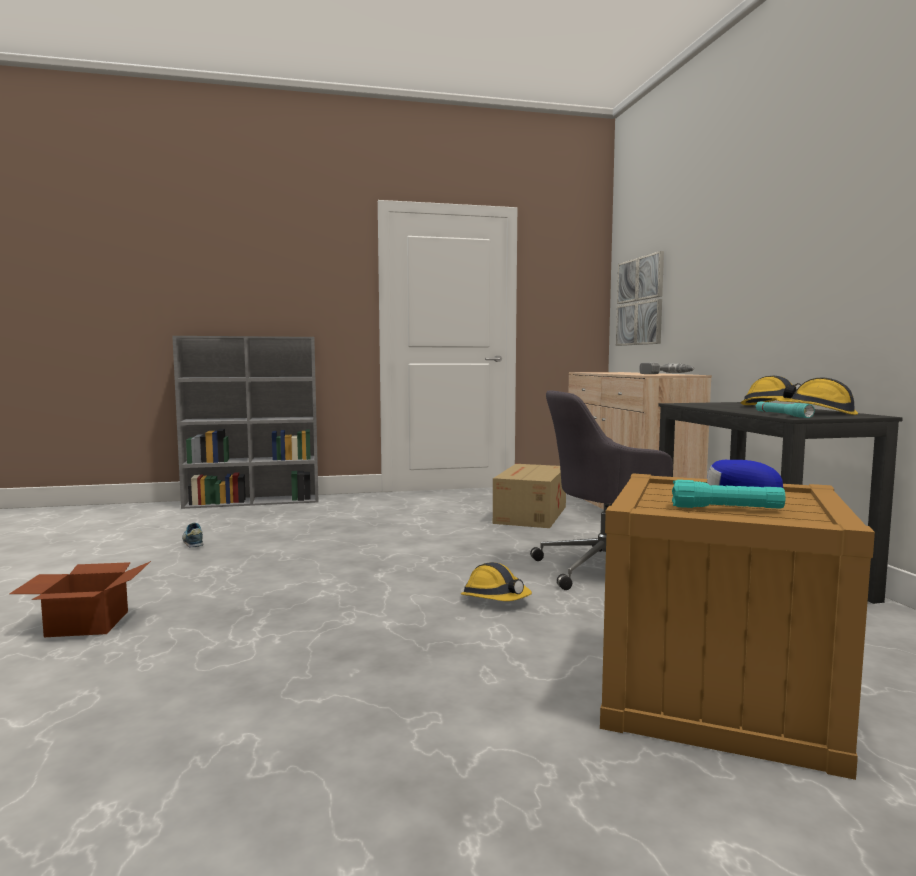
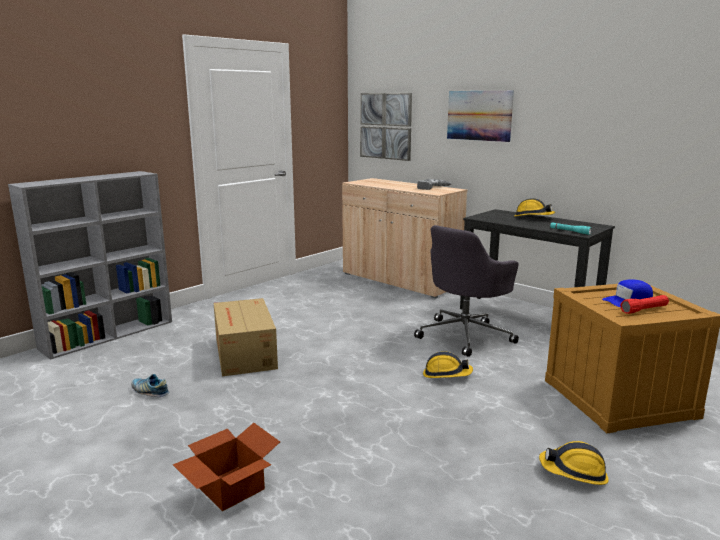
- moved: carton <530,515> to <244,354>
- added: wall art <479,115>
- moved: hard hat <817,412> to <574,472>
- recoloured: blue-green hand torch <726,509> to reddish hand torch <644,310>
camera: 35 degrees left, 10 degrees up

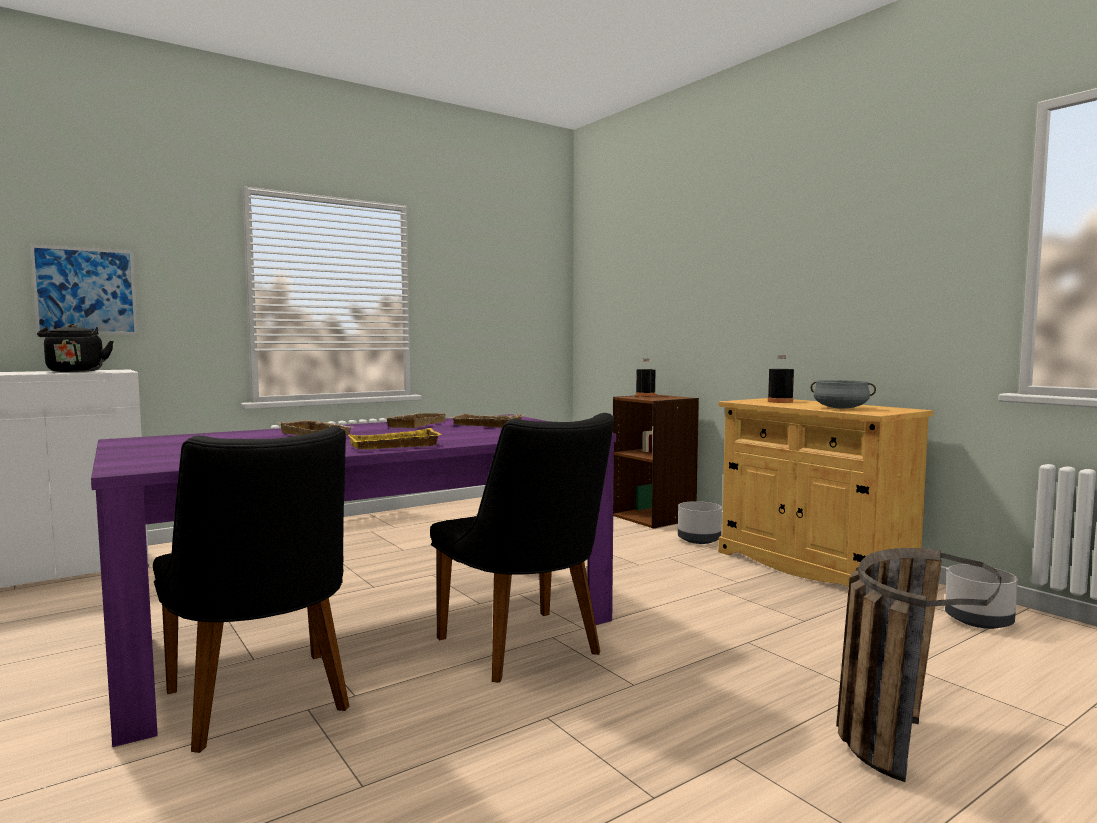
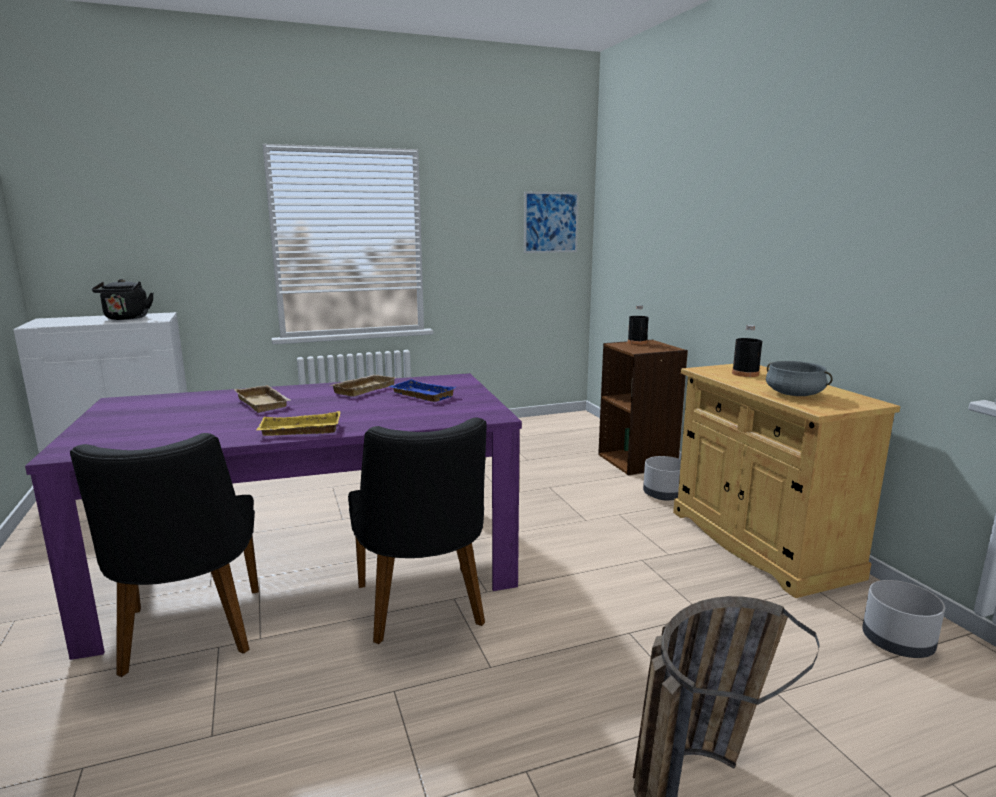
- recoloured: beige carrying tray <485,425> to blue carrying tray <420,395>
- moved: wall art <85,291> to <550,222>
camera: 15 degrees right, 10 degrees up

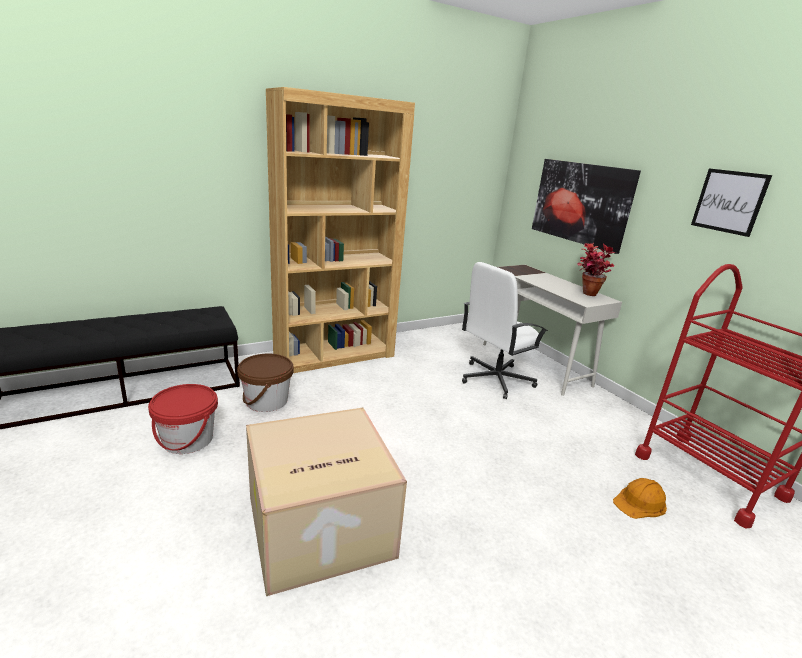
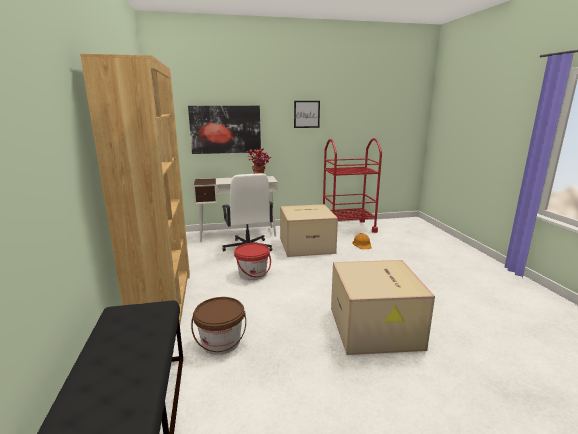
- moved: reddish water bucket <188,440> to <252,274>
- added: carton <307,245>
camera: 70 degrees left, 5 degrees down

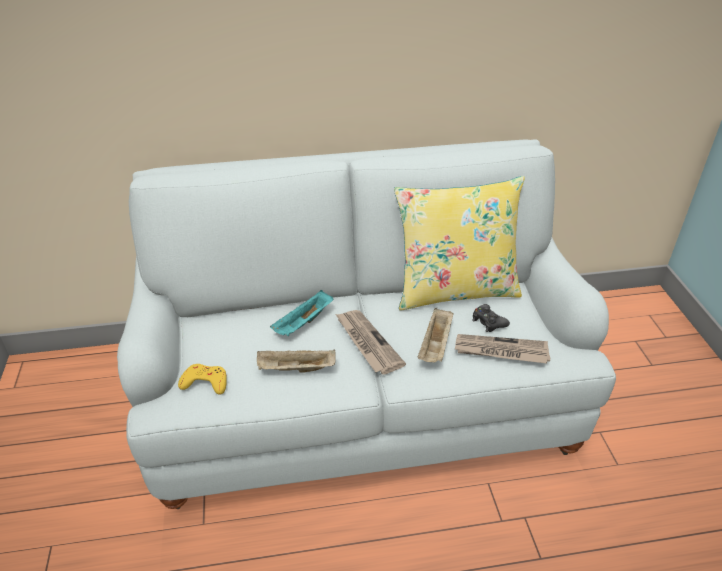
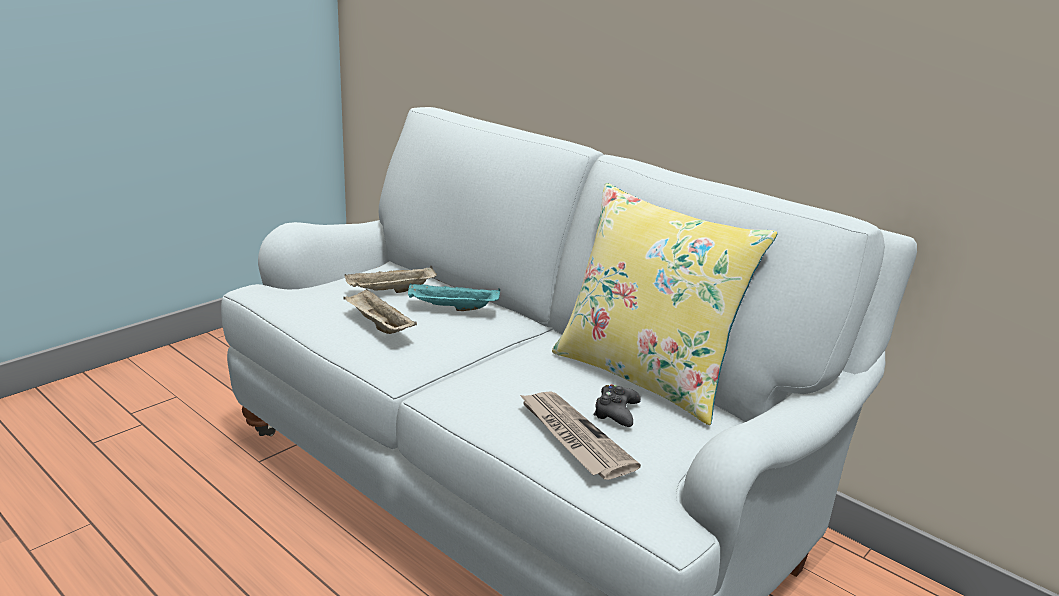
- moved: beige carrying tray <435,345> to <390,292>
- removed: yellow-coloured joypad <205,382>
- removed: newspaper <367,343>
camera: 50 degrees right, 15 degrees down

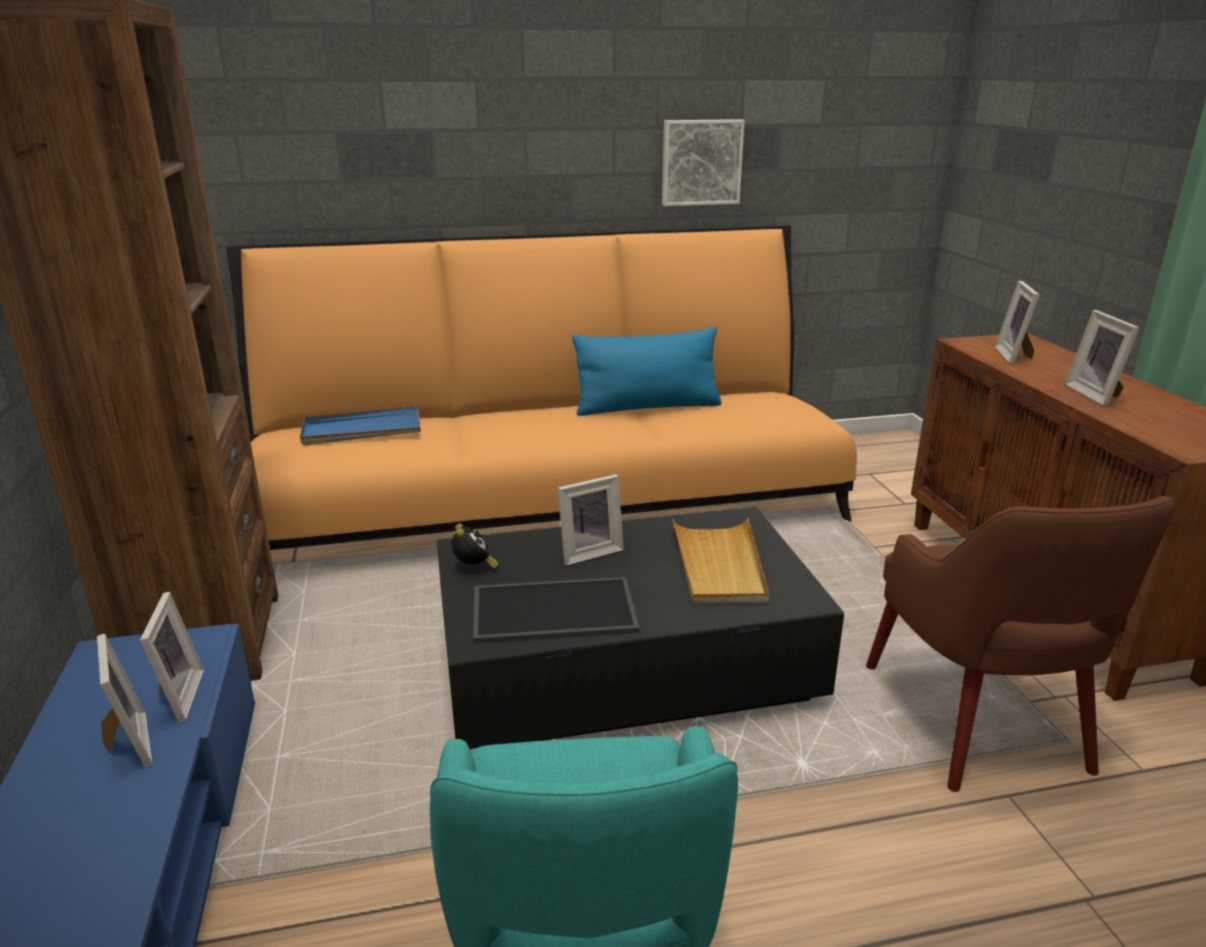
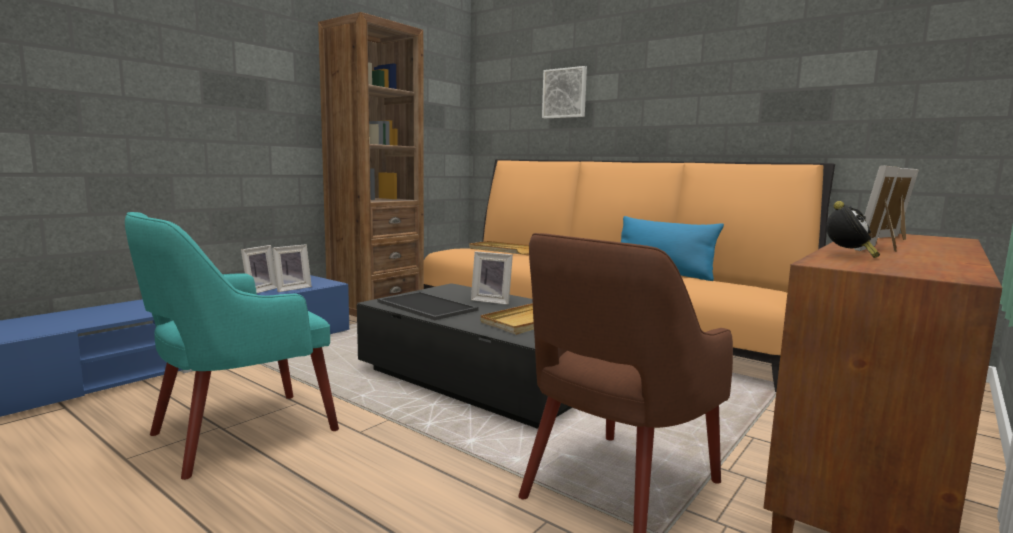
- recoloured: blue carrying tray <362,430> to beige carrying tray <502,250>
- moved: wall art <701,162> to <565,93>
- moved: table clock <474,568> to <848,255>
camera: 50 degrees right, 15 degrees down

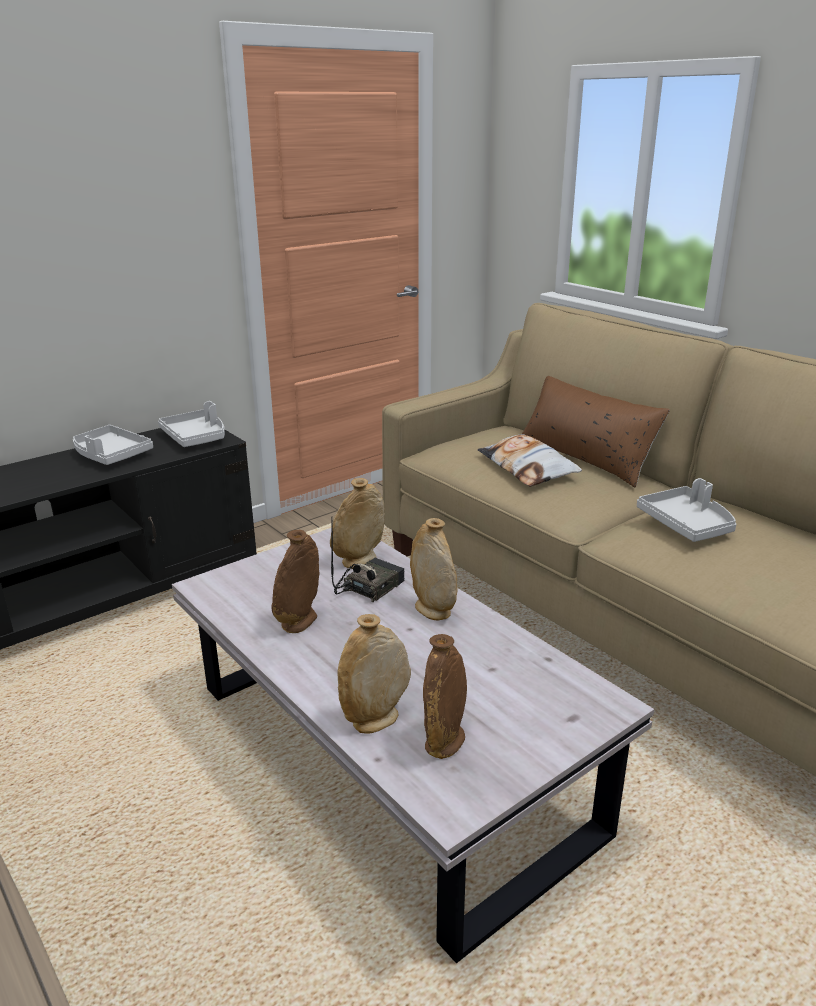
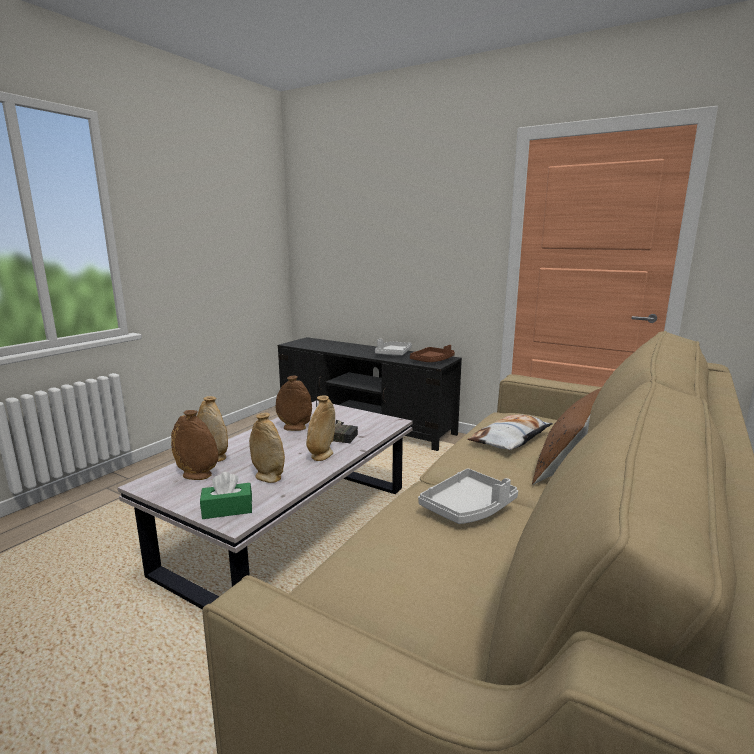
- added: green-coloured tissue holder <227,509>
- moved: beige decorative vase <359,561> to <268,477>
- recoloured: grey carrying tray <196,437> to brown carrying tray <432,361>
camera: 70 degrees right, 10 degrees down

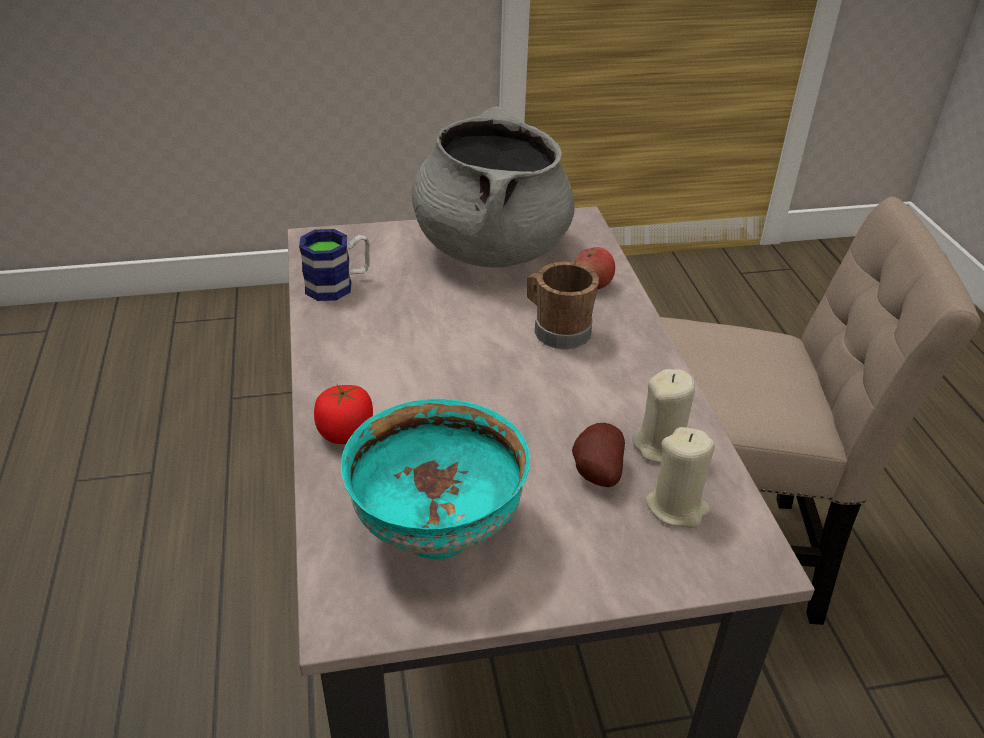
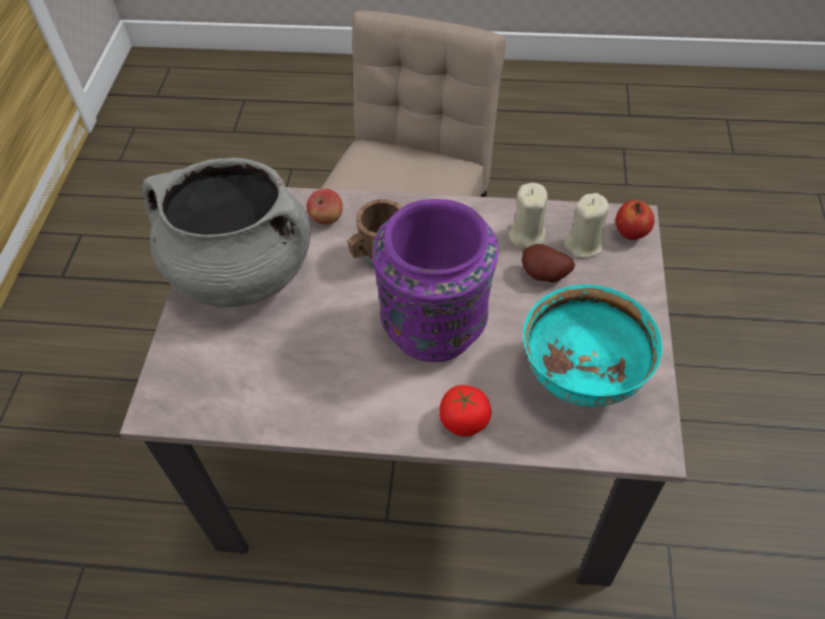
- added: purple decorative vase <436,326>
- added: whole apple <631,233>
- removed: coffee mug <338,285>
camera: 70 degrees left, 15 degrees up

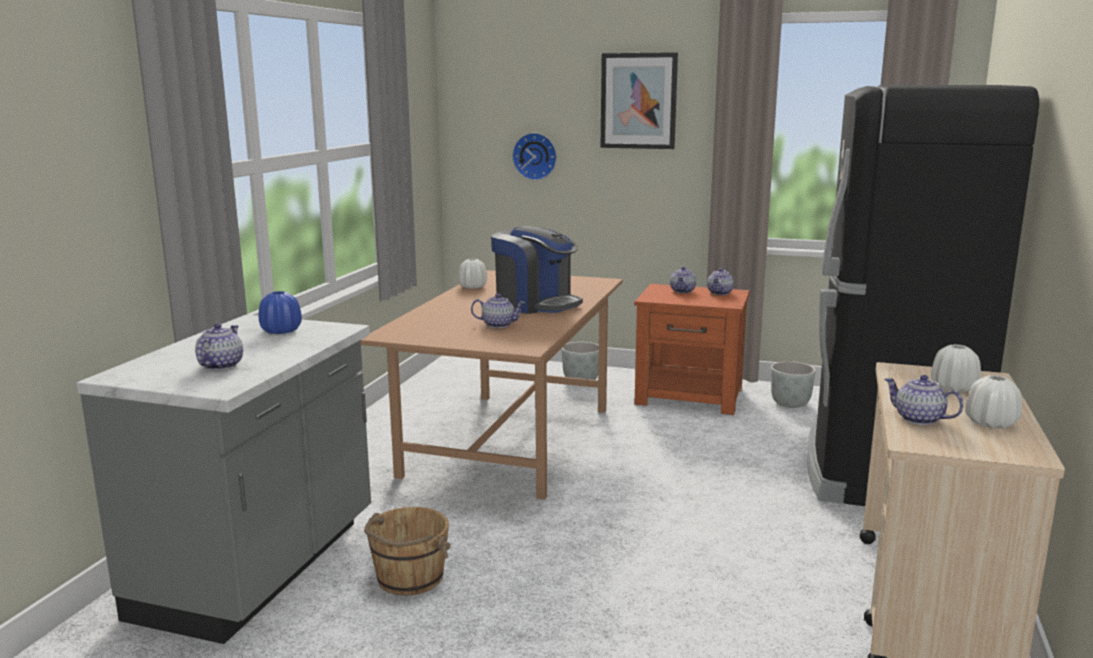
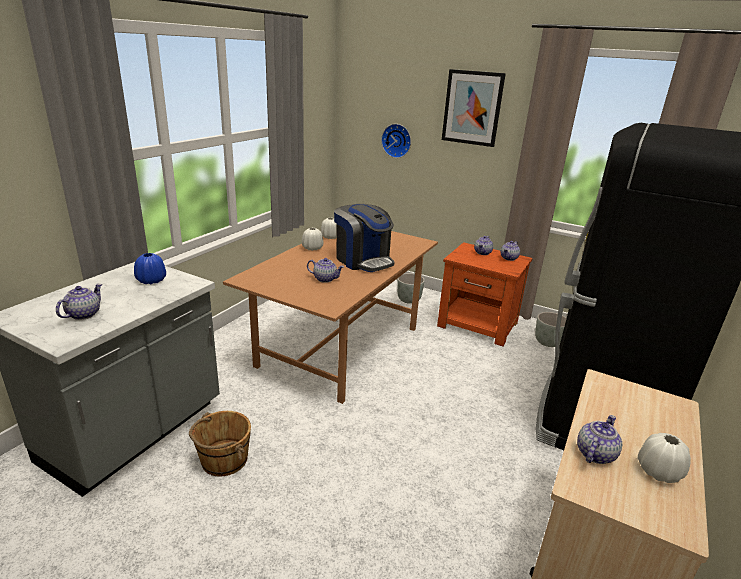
- moved: white decorative vase <953,388> to <312,248>
- turned: pot for tea <918,419> = <594,453> 75 degrees clockwise
camera: 10 degrees right, 10 degrees up

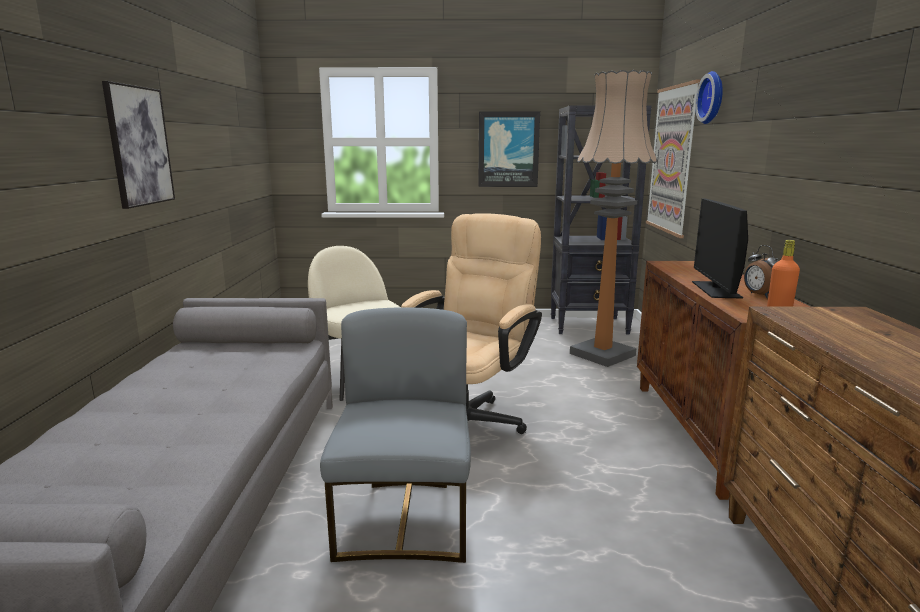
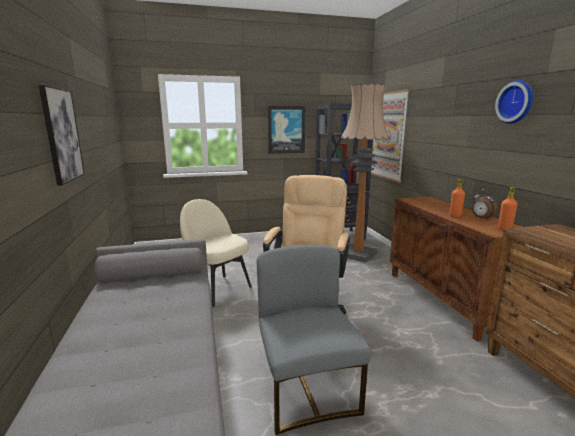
- replaced: monitor <716,289> to orangey drink bottle <455,216>
- moved: clock on the wall <713,97> to <516,102>
camera: 15 degrees left, 0 degrees up

